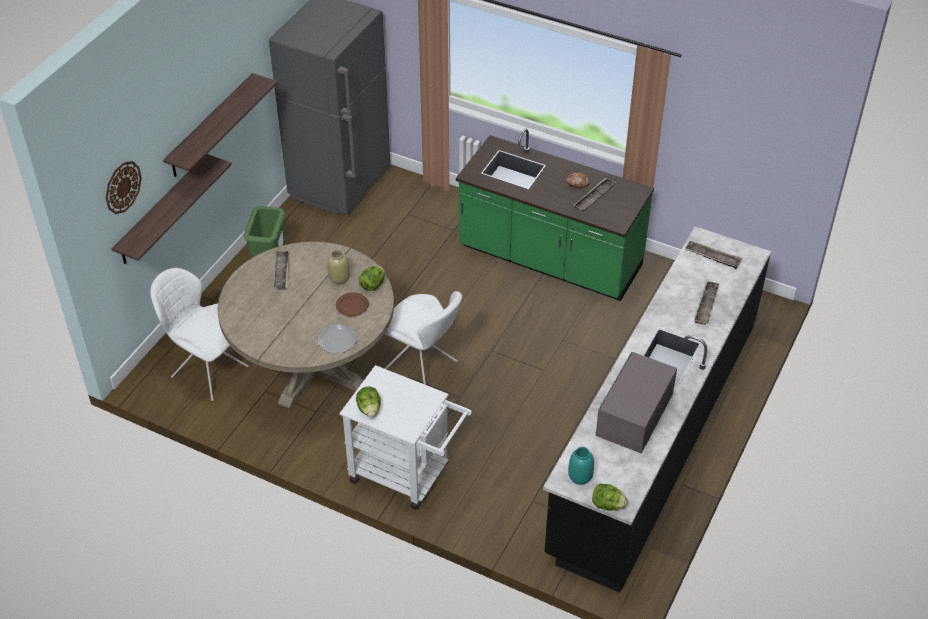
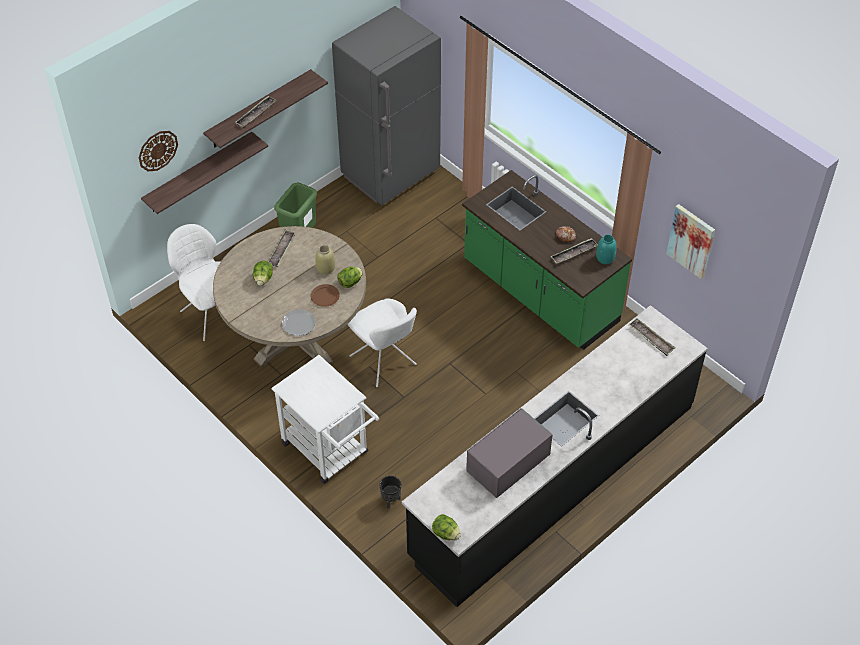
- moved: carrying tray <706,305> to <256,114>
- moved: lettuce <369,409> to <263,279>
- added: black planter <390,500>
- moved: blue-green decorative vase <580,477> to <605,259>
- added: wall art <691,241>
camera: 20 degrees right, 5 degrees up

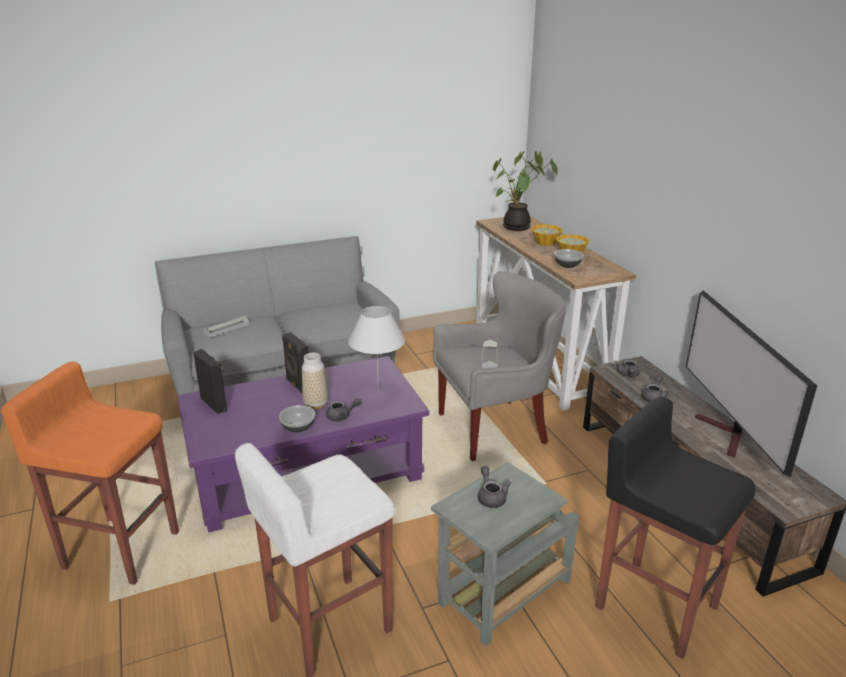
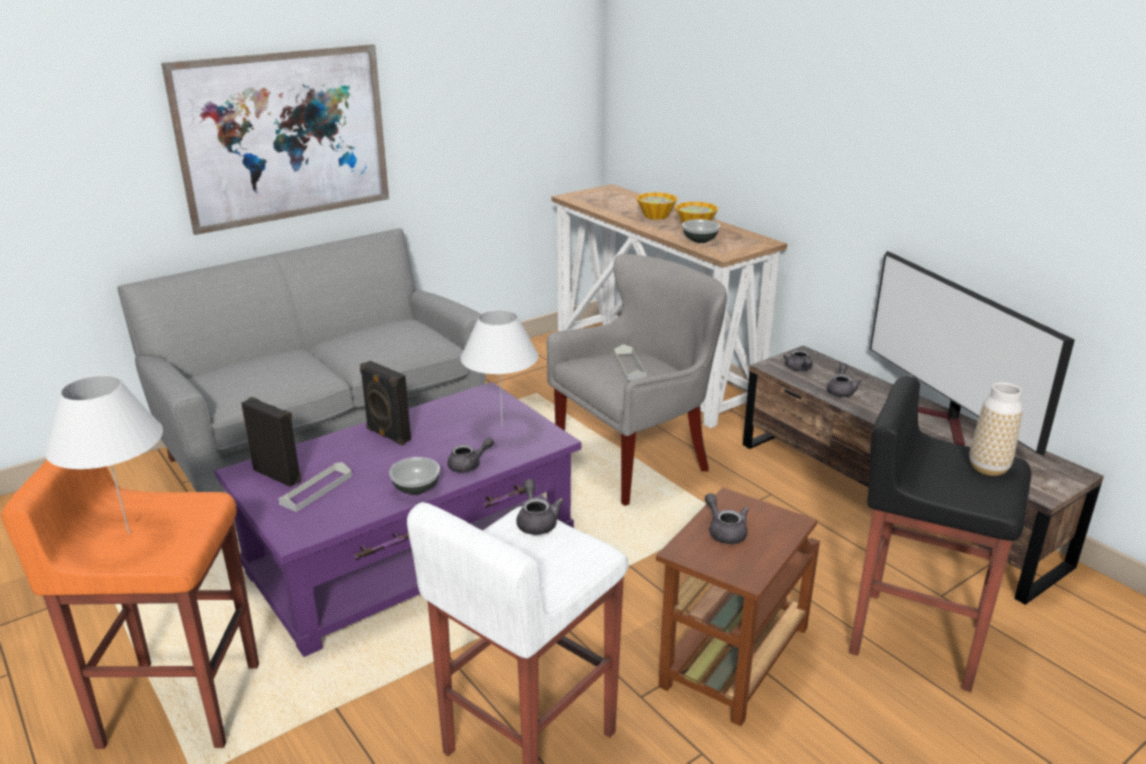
- added: white lamp for a table <129,532>
- added: wall art <285,137>
- moved: grey carrying tray <226,328> to <316,490>
- added: grey pot for tea <536,521>
- recoloured: grey accent table <502,594> to brown accent table <733,660>
- moved: decorative vase <316,405> to <988,468>
- removed: potted plant <517,228>
camera: 15 degrees left, 0 degrees up

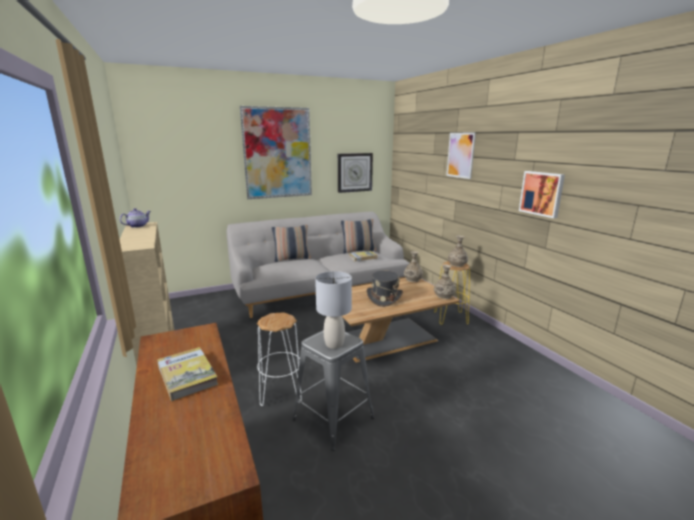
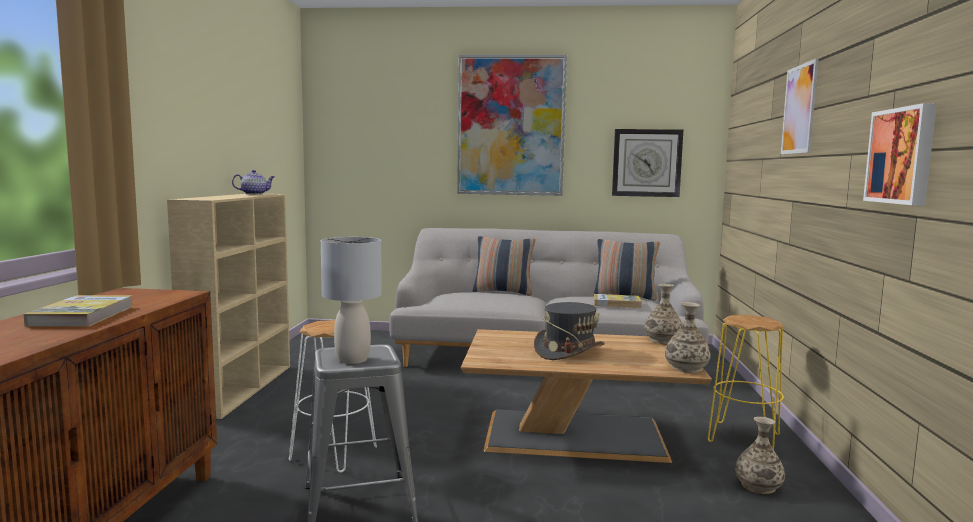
- moved: decorative vase <457,264> to <758,486>
camera: 30 degrees right, 10 degrees down

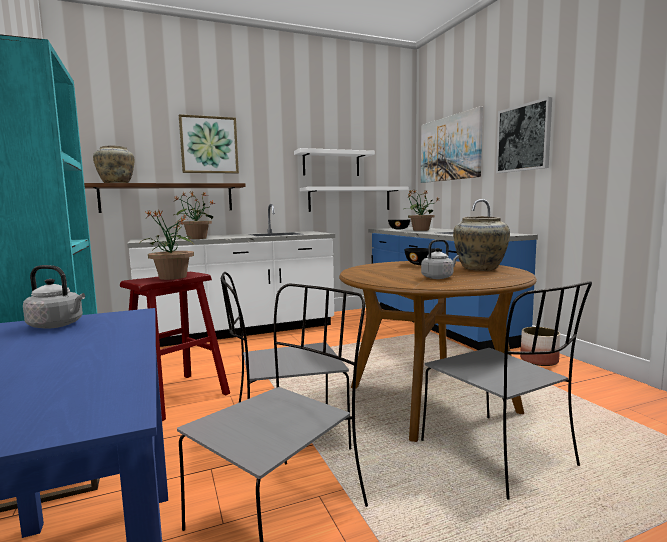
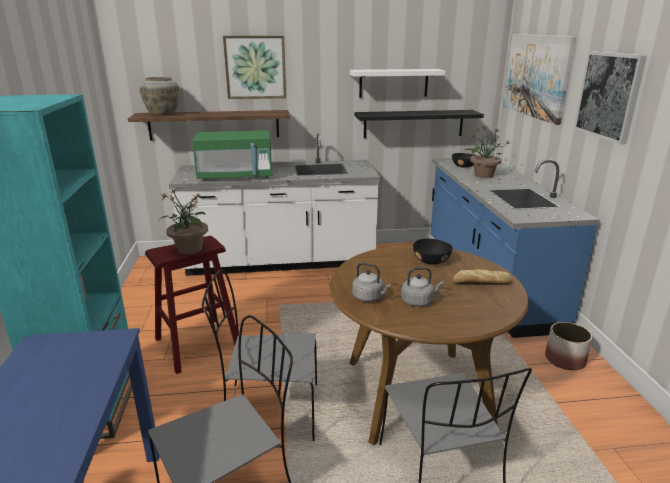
- replaced: potted plant <196,238> to green-coloured microwave oven <236,176>
- moved: grey tea kettle <58,325> to <369,297>
- recoloured: white shelf <350,199> to black shelf <413,124>
- replaced: beige decorative vase <479,268> to baked bread <480,283>
camera: 15 degrees right, 15 degrees up

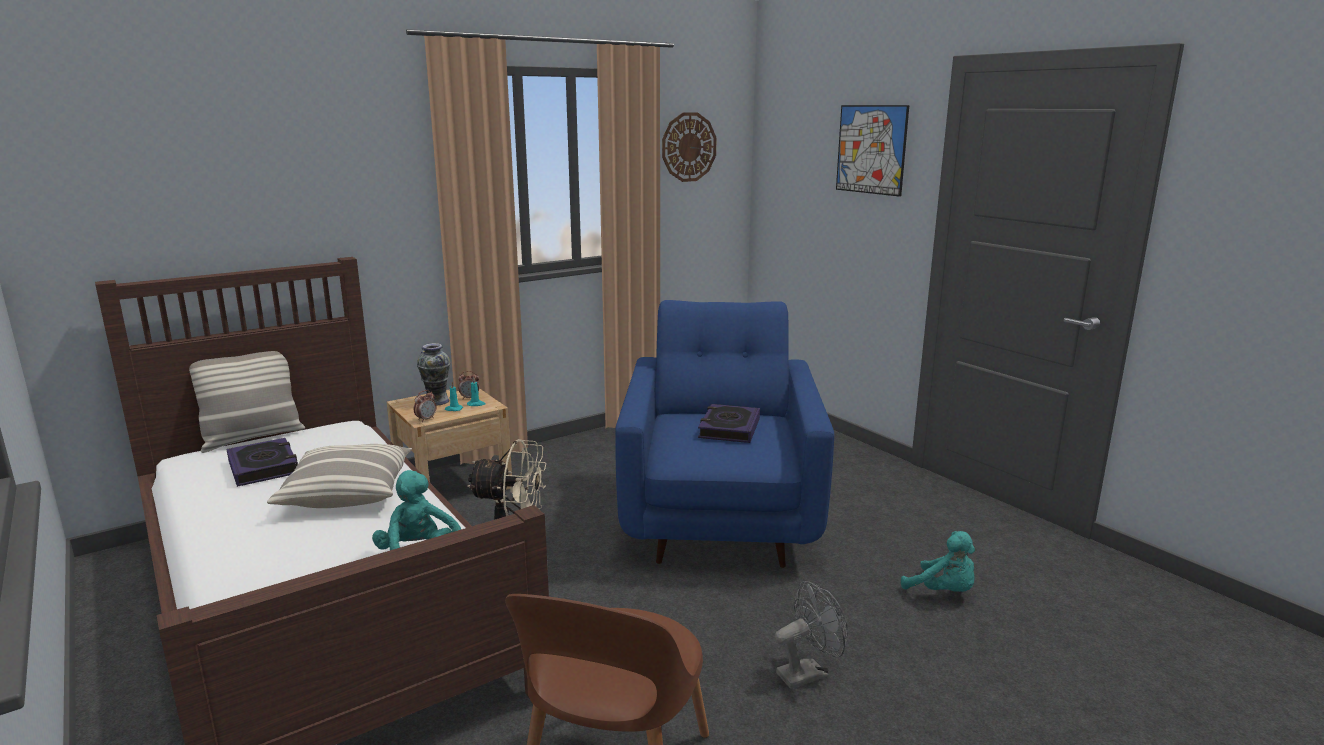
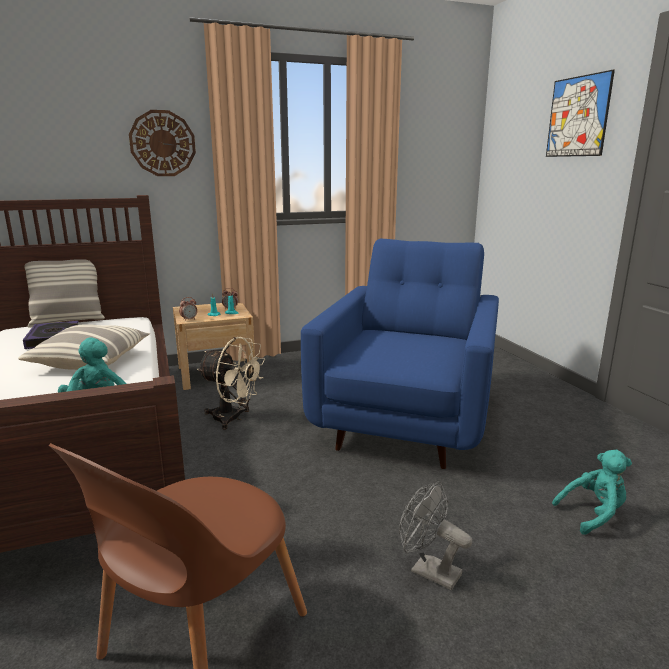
- moved: clock on the wall <688,147> to <162,143>
- turned: grey fan <808,673> = <428,570> 135 degrees counterclockwise
- turned: blue-green cuddly toy <943,592> = <593,514> 75 degrees counterclockwise
- removed: decorative vase <436,401>
- removed: volume <729,428>
camera: 15 degrees right, 0 degrees up

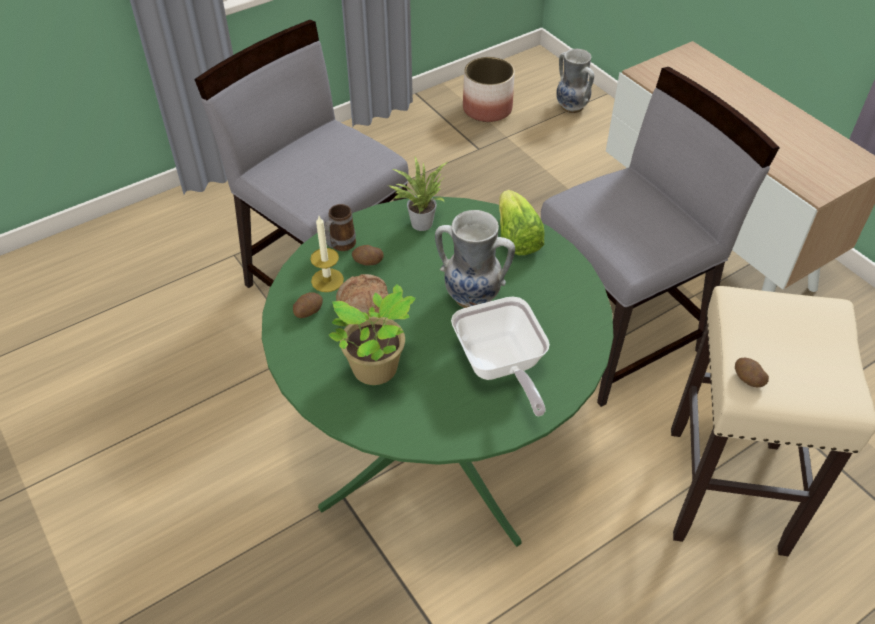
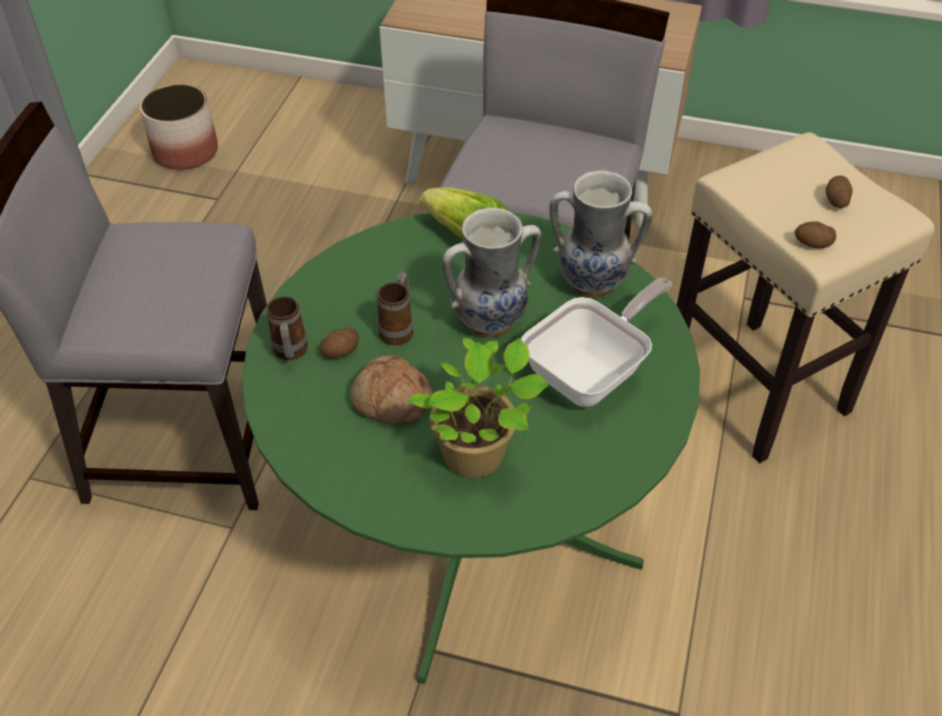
- added: coffee mug <399,328>
- turned: frying pan <500,367> = <592,372> 75 degrees counterclockwise
- moved: decorative vase <571,107> to <592,284>
- moved: potato <308,311> to <836,200>
- removed: candle <327,280>
- removed: potted plant <419,222>
camera: 40 degrees left, 0 degrees up

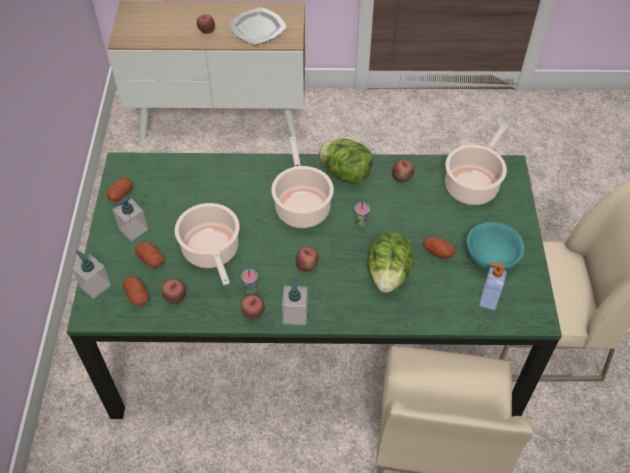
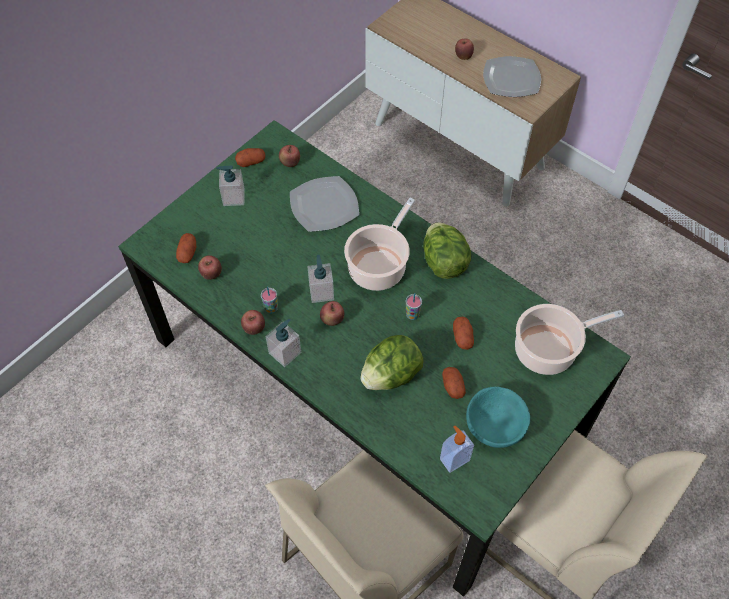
- moved: whole apple <402,178> to <290,163>
- added: flat dish <323,205>
- moved: soap dispenser <95,286> to <321,292>
- moved: potato <151,259> to <462,337>
- removed: cooking pot <212,252>
camera: 40 degrees right, 5 degrees up

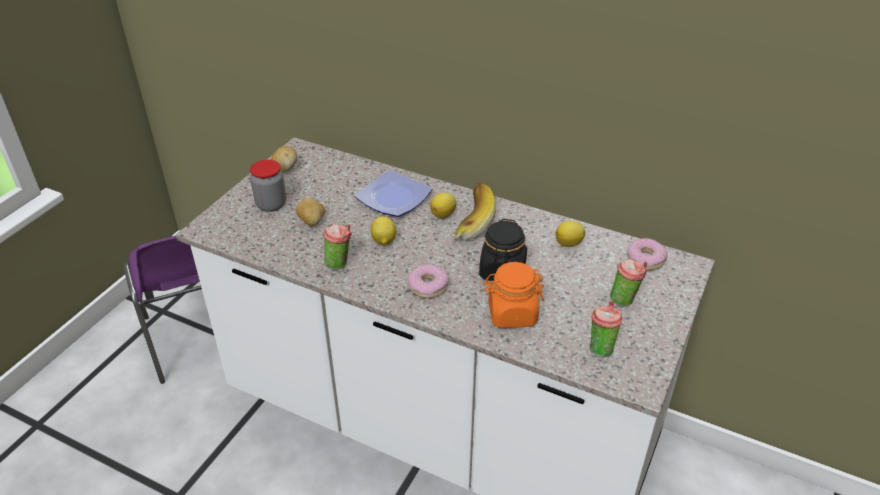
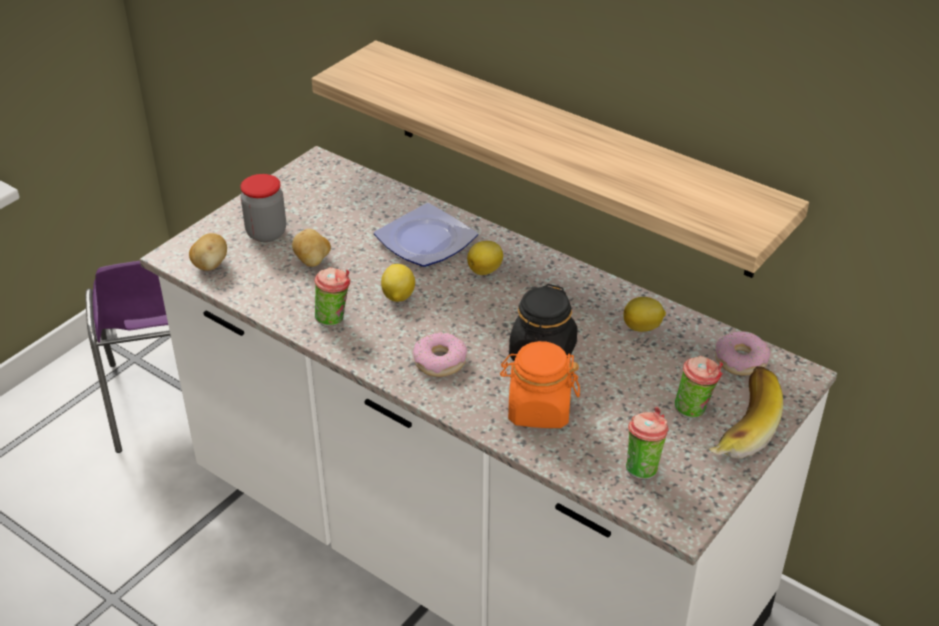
- moved: potato <285,168> to <210,265>
- added: shelf <569,157>
- moved: whole banana <469,221> to <738,426>
camera: 10 degrees right, 0 degrees up

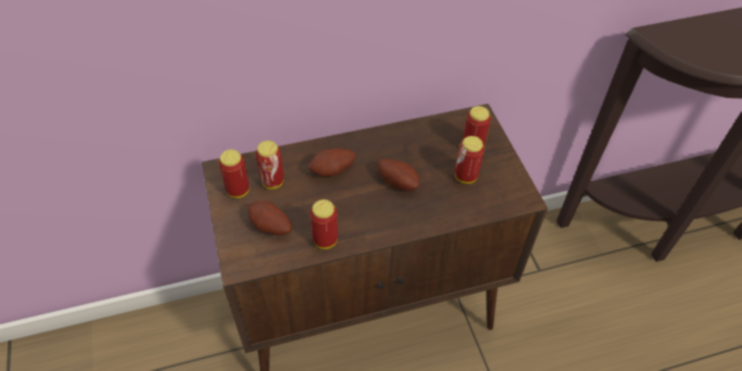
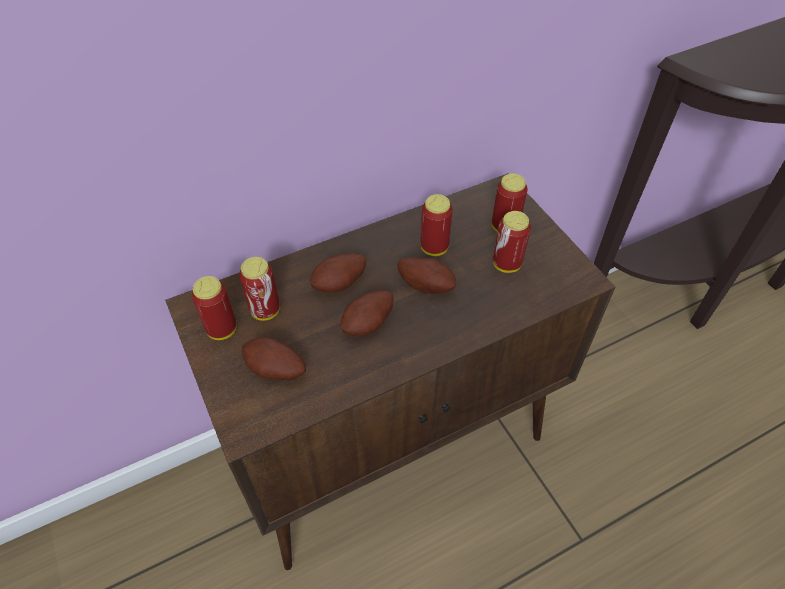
- added: potato <369,324>
- moved: metal can <325,240> to <434,248>
camera: 10 degrees left, 0 degrees up

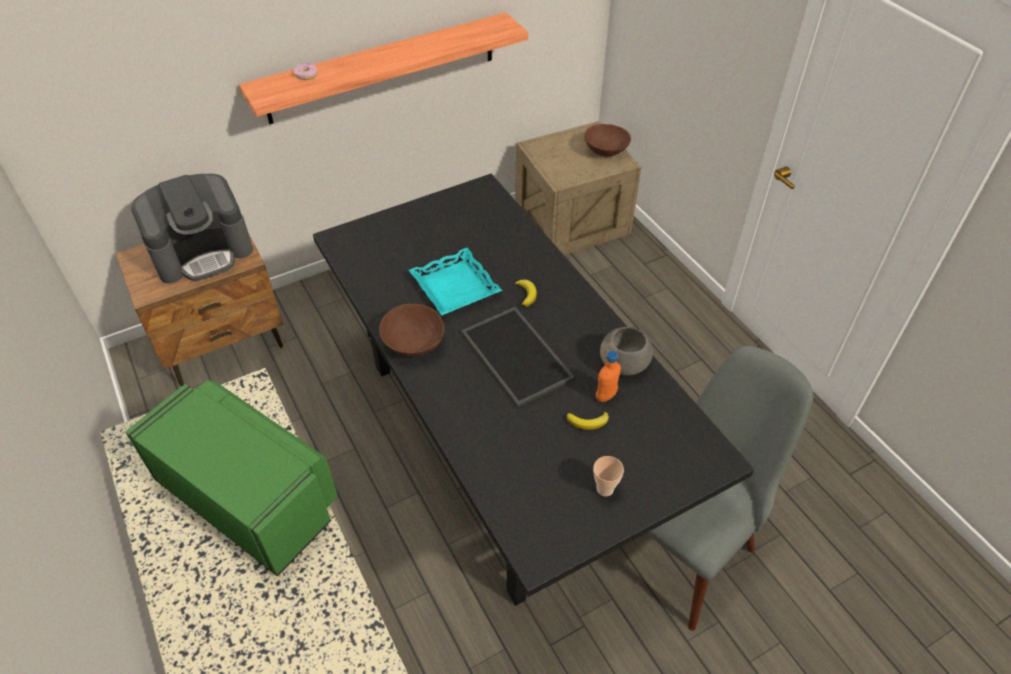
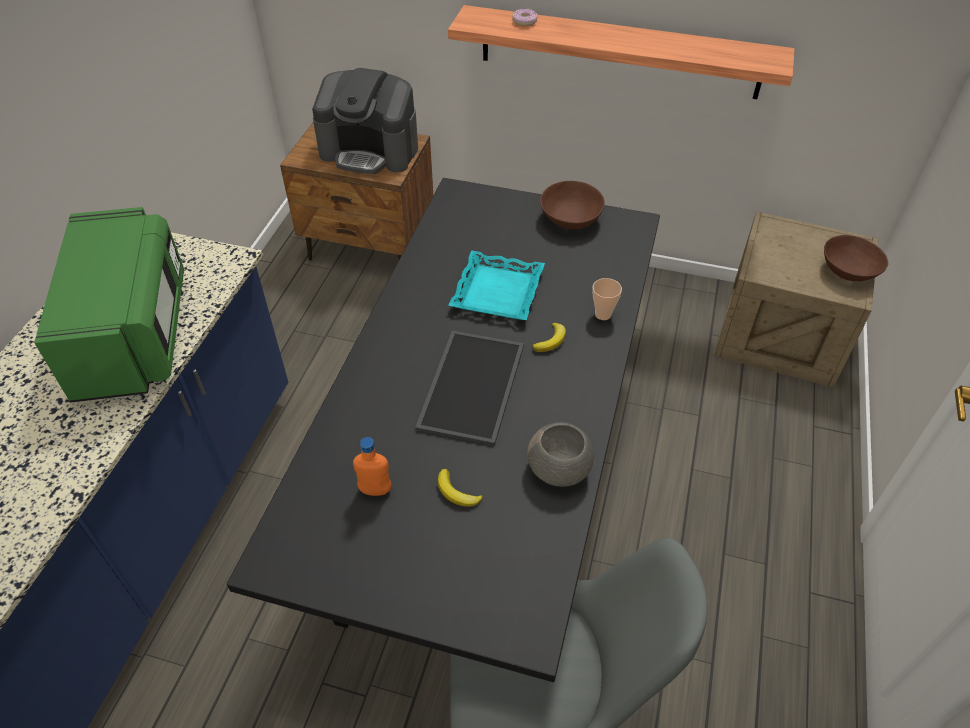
- moved: orangey drink bottle <606,396> to <375,490>
- moved: brown deep dish <412,342> to <570,219>
- moved: small cup <605,489> to <603,314>
camera: 45 degrees right, 0 degrees up

